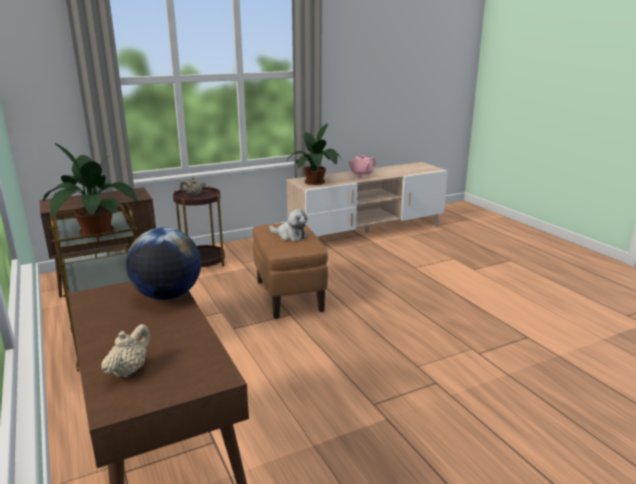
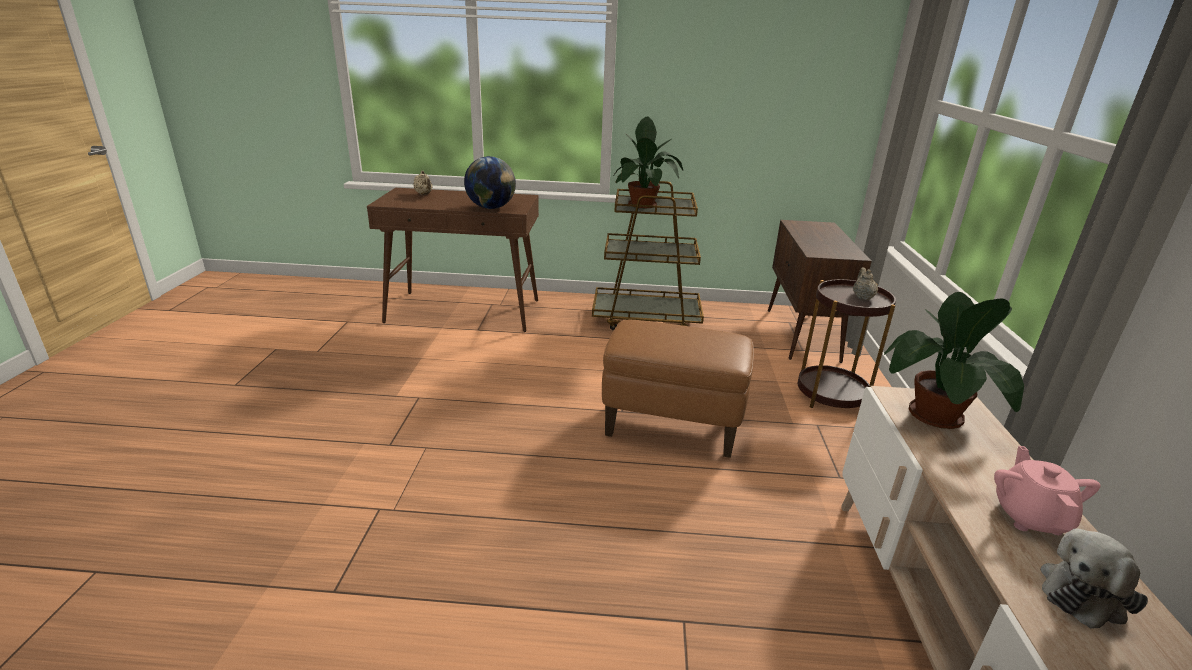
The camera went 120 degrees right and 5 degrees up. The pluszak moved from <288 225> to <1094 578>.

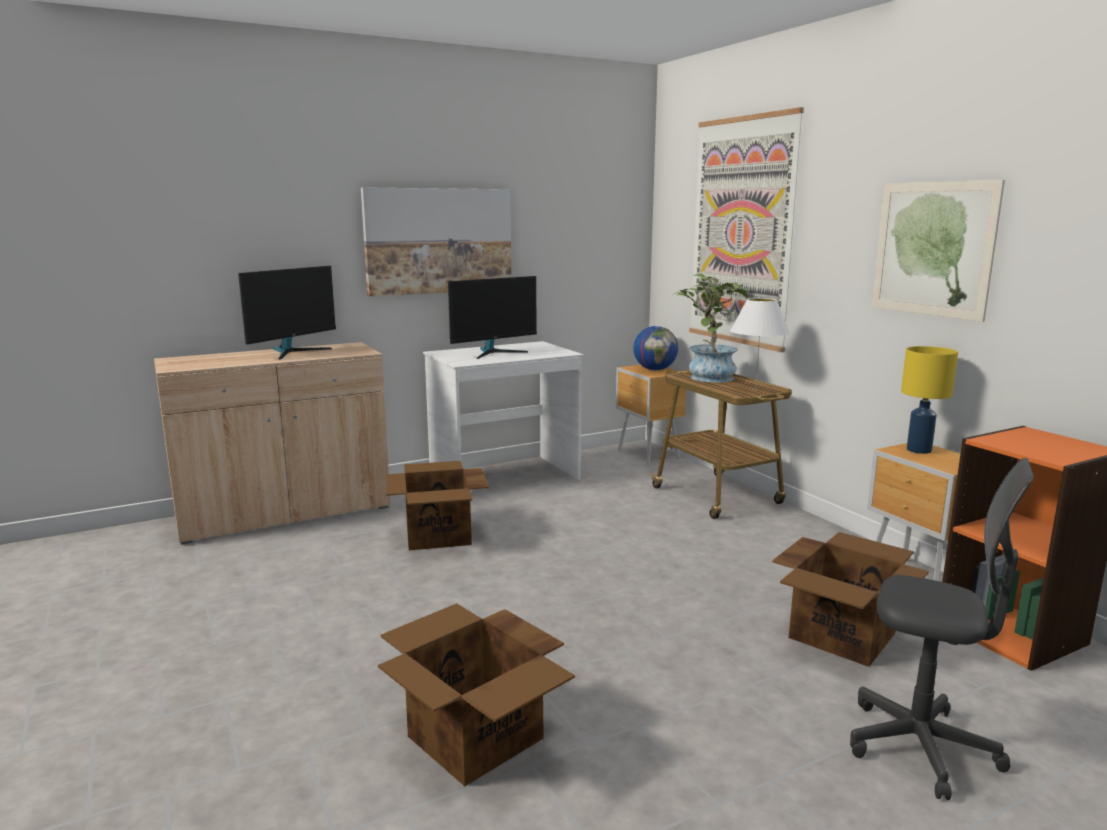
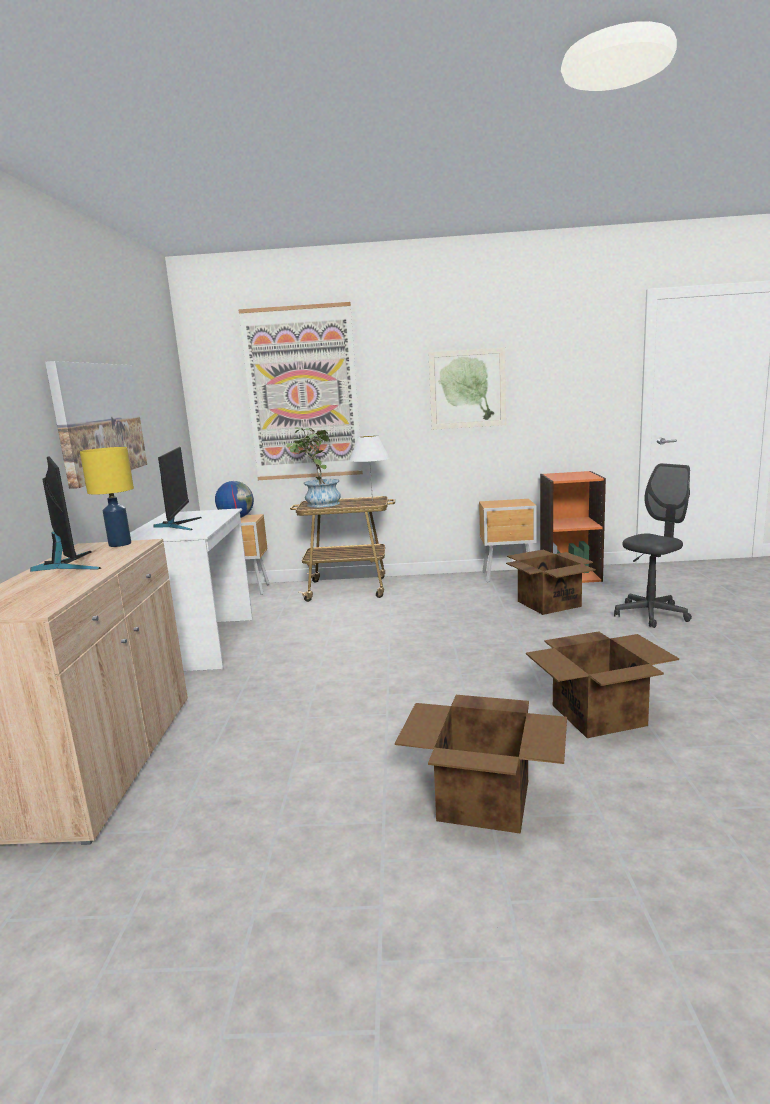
The camera went 60 degrees left and 0 degrees up. The lampa stołowa (żółty) moved from <929 400> to <107 497>. The karton moved from <437 505> to <481 764>.

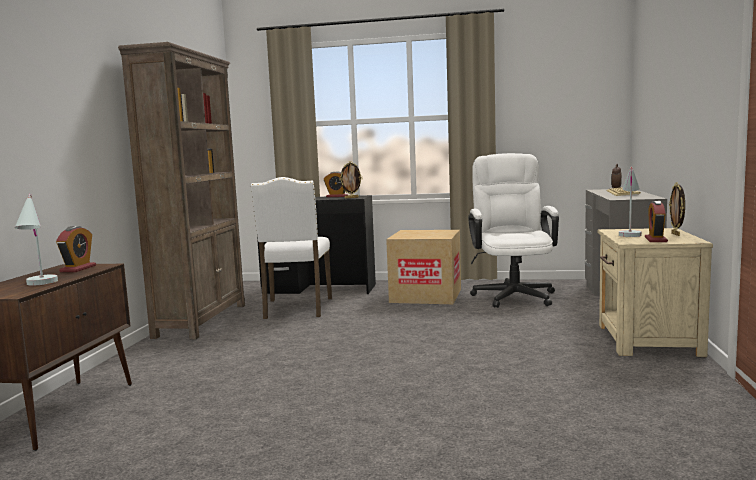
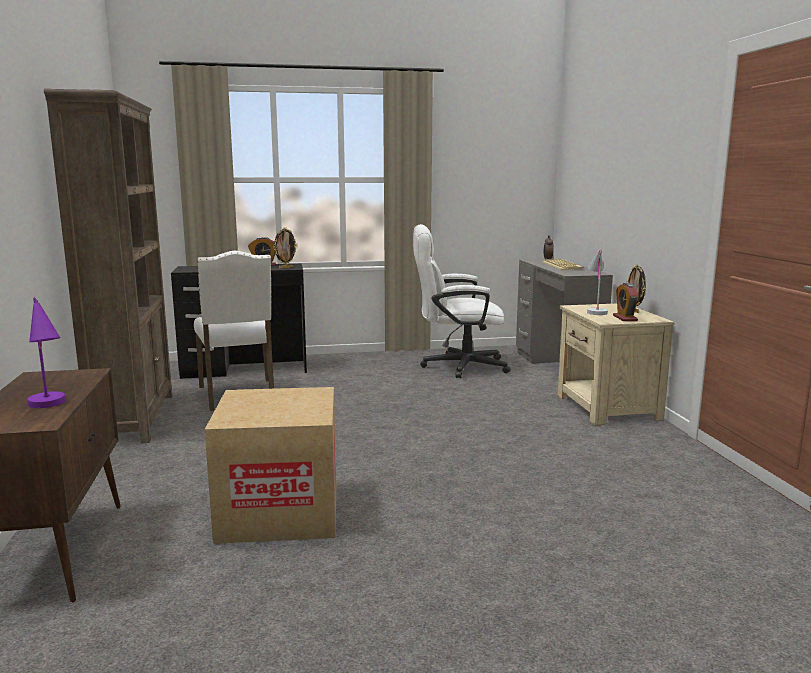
The camera went 20 degrees left and 5 degrees up. The lampa stołowa (biały) at <36 239> became the lampa stołowa (fioletowy) at <46 352>. The karton moved from <423 267> to <270 465>. The krzesło biurowe (biały) at <513 230> turned 75 degrees counterclockwise. The budzik at <76 249> disappeared.

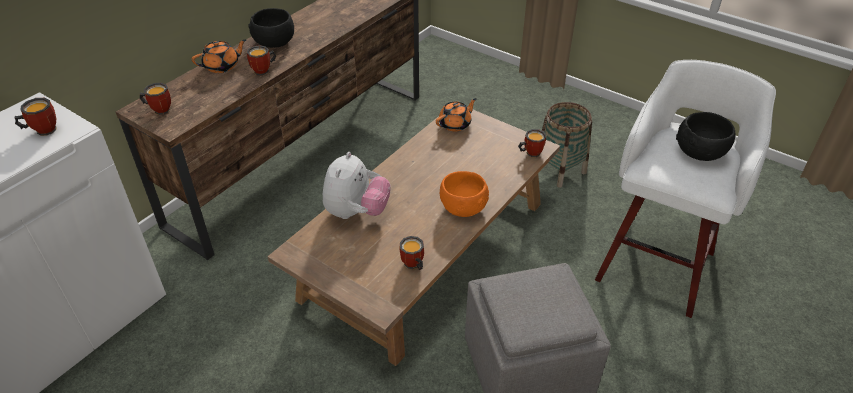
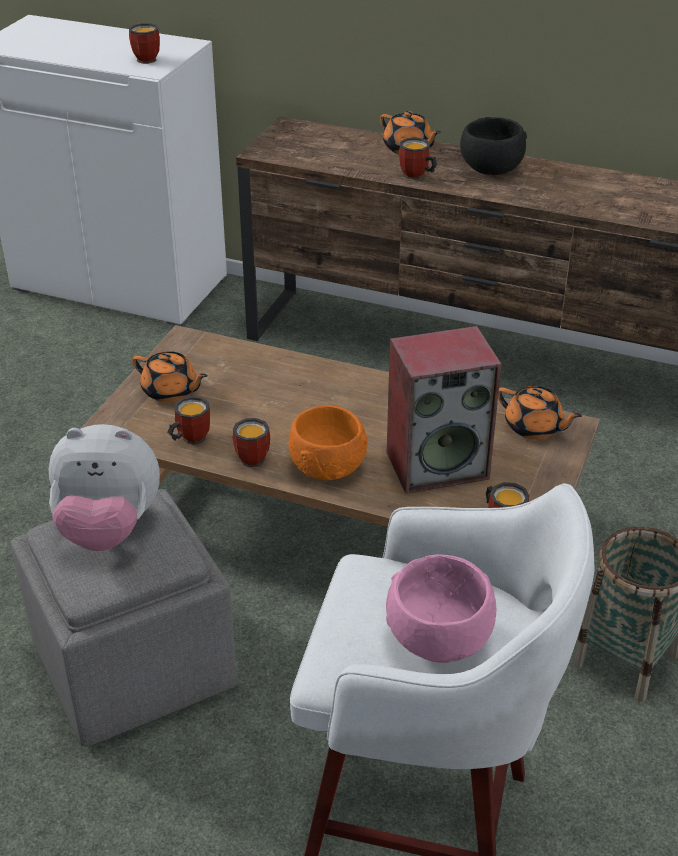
The camera went 75 degrees right and 5 degrees down. The pluszak moved from <357 185> to <104 487>. The imbryk (pomarańczowy) at <170 376> appeared. The kubek moved from <155 99> to <251 442>. The miska (czarny) at <705 136> became the miska (różowy) at <441 608>. The głośnik at <444 410> appeared.

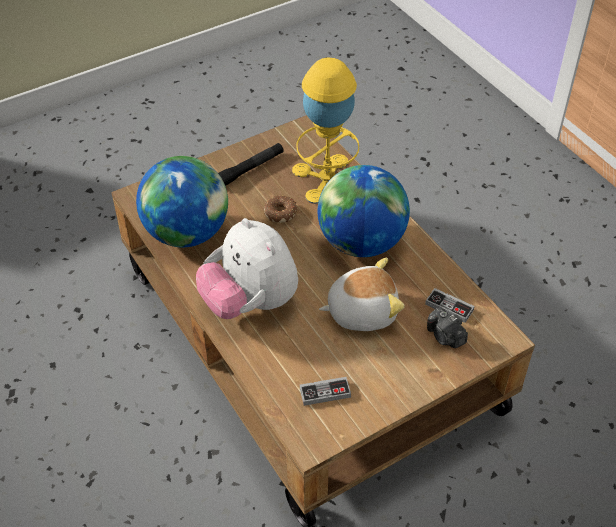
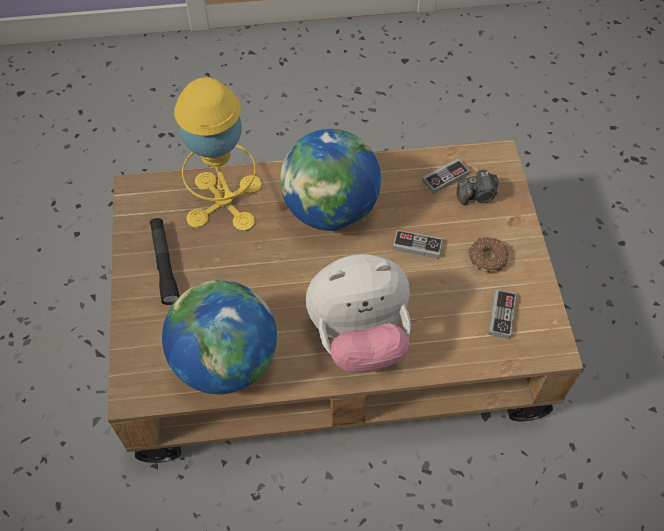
The camera went 65 degrees left and 10 degrees up. The pluszak at <362 294> was replaced by the pad do gier at <418 244>. The donut moved from <280 209> to <488 254>.

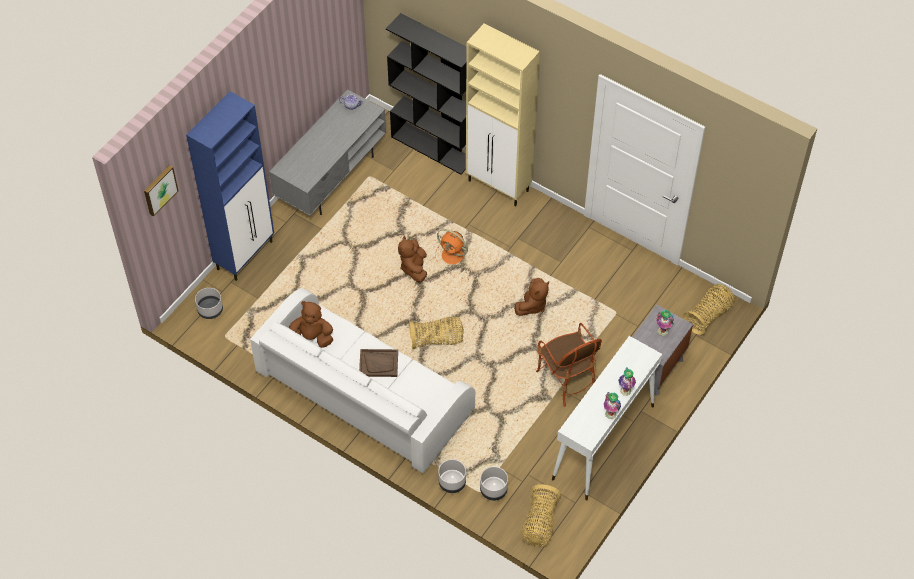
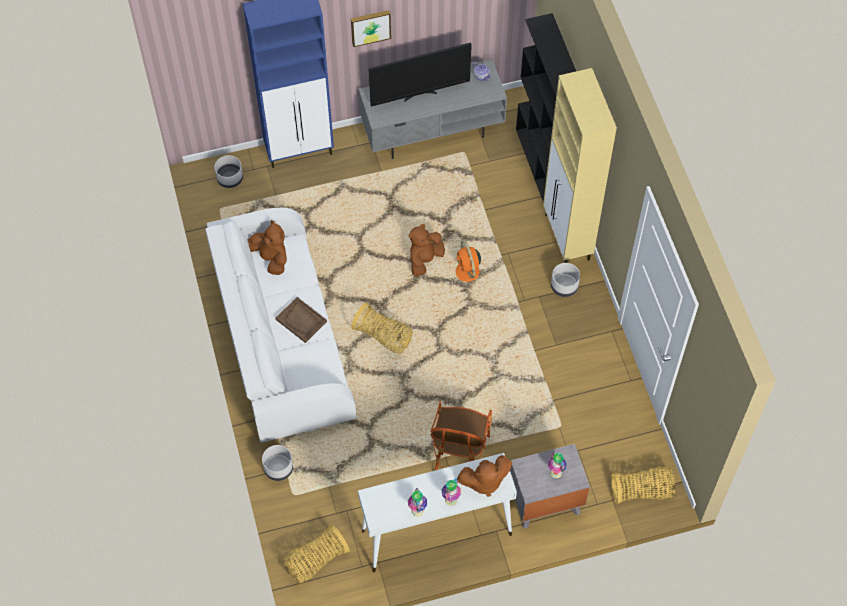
The camera went 40 degrees right and 5 degrees up. The obraz moved from <161 191> to <371 28>. The telewizor at <420 74> appeared. The pluszak (brązowy) moved from <531 297> to <484 476>. The donica (szary) moved from <494 483> to <565 280>.

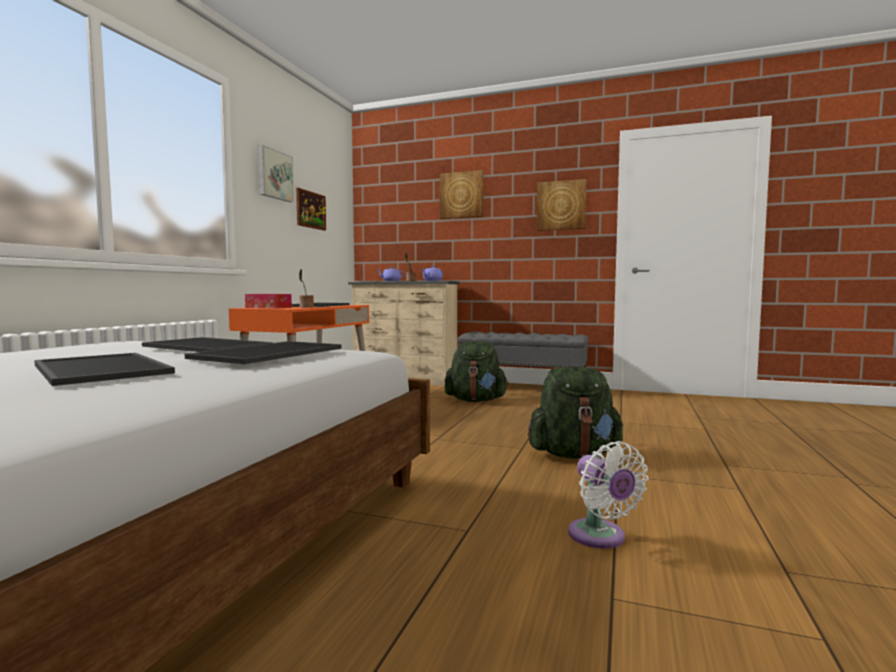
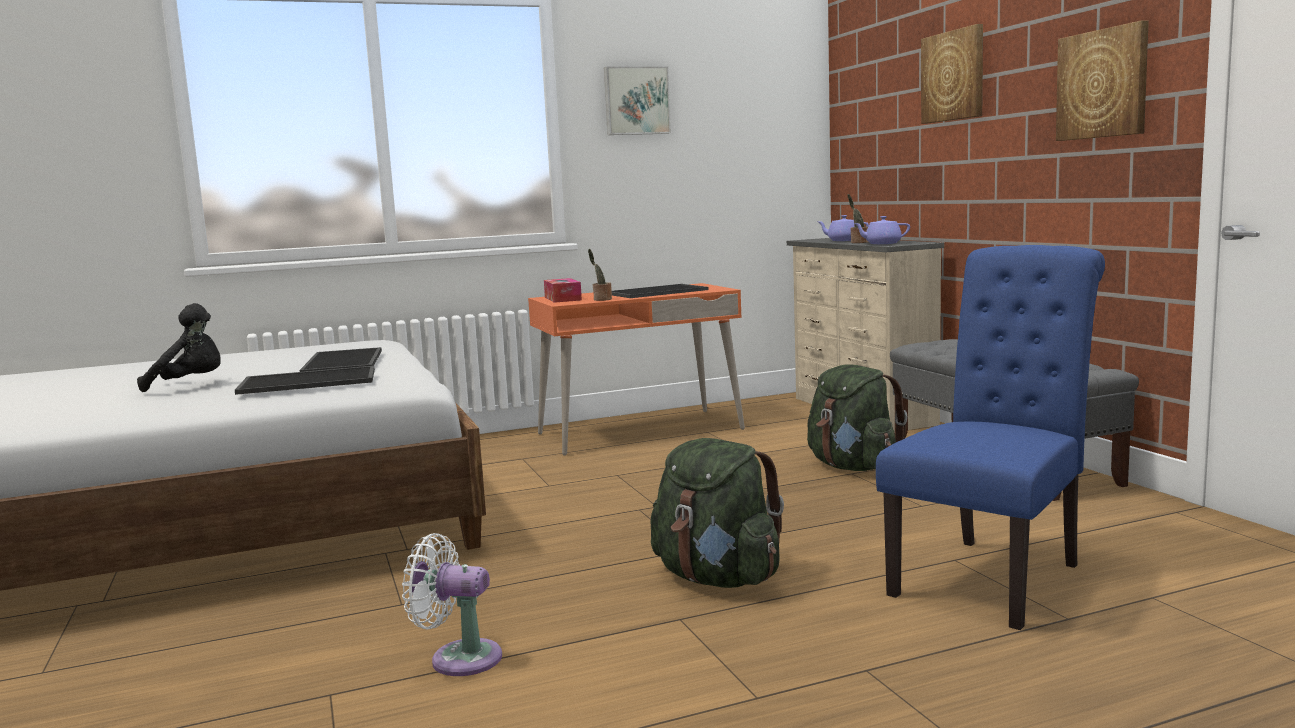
The camera went 50 degrees right and 5 degrees up. The taca at <104 369> was replaced by the pluszak (czarny) at <179 347>. The wentylator (biały) at <608 495> turned 75 degrees clockwise. The krzesło (niebieski) at <990 437> appeared. The obraz at <311 209> disappeared.

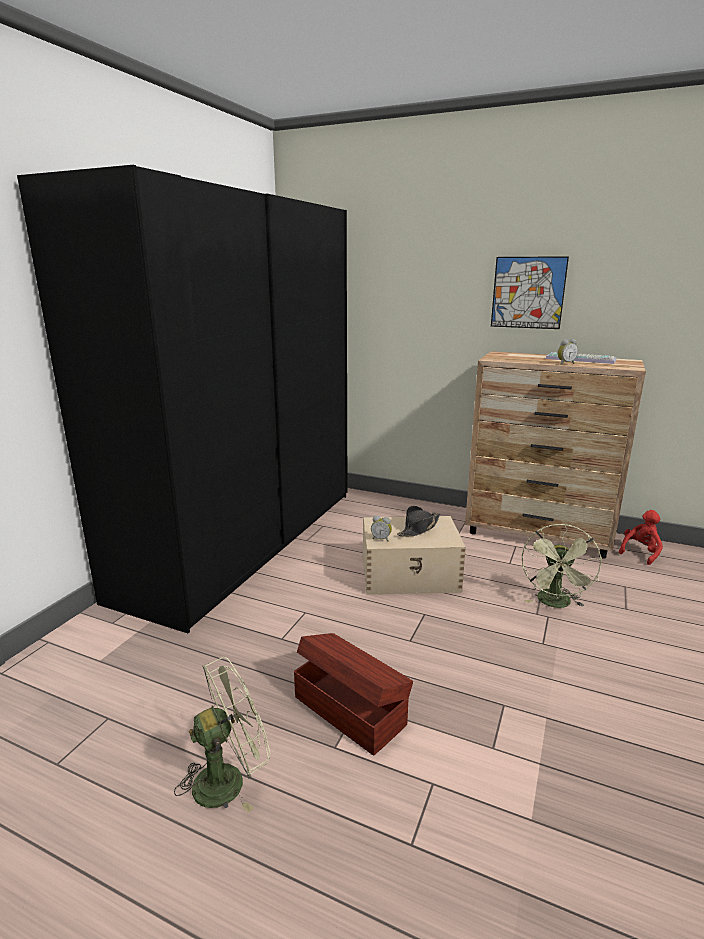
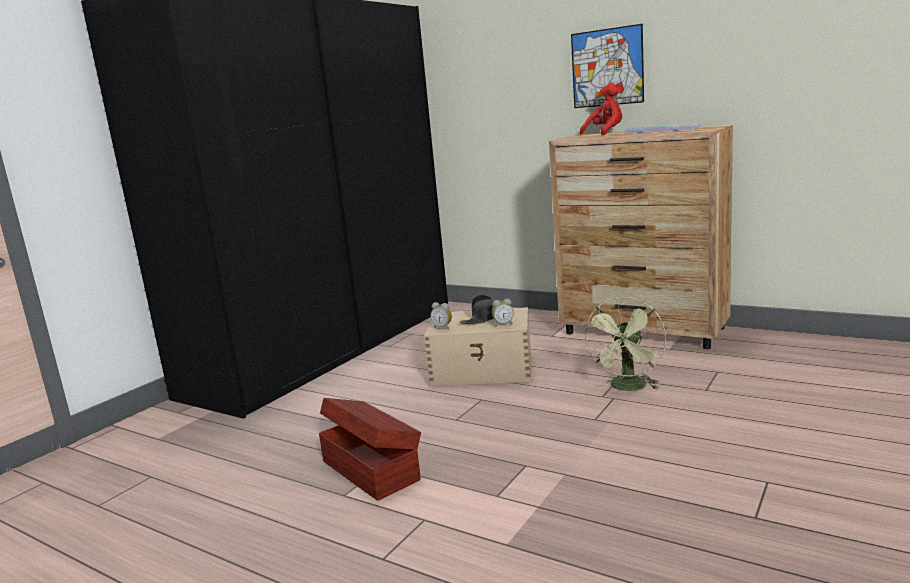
The camera went 10 degrees right and 5 degrees down. The budzik moved from <567 351> to <503 312>. The pluszak (czerwony) moved from <641 537> to <601 109>. The wentylator (zielony) at <222 735> disappeared.

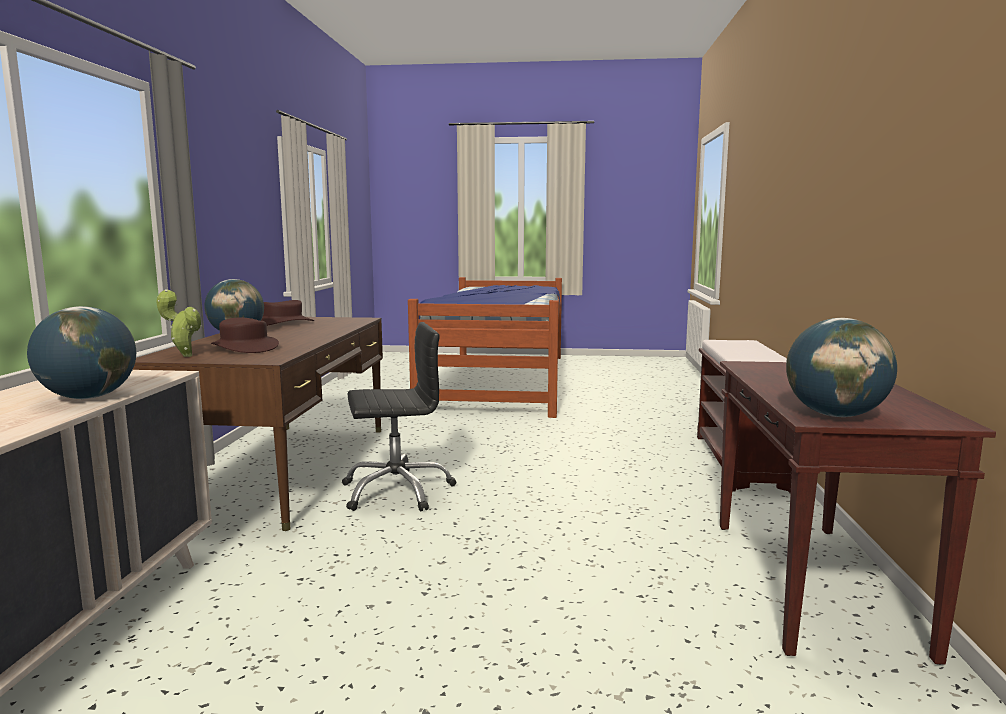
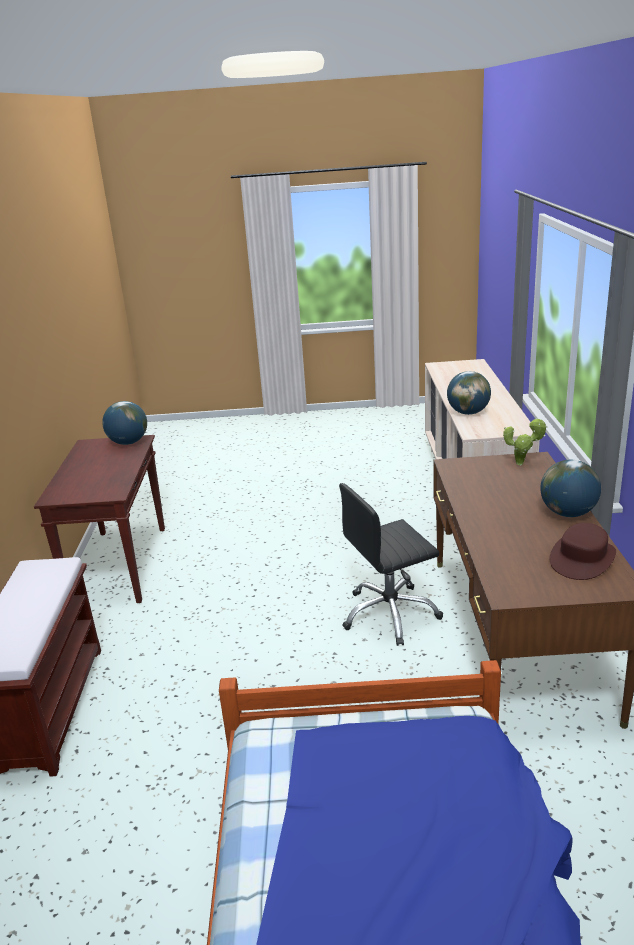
The camera went 175 degrees right and 15 degrees up. The kapelusz (brązowy) at <245 335> disappeared.

